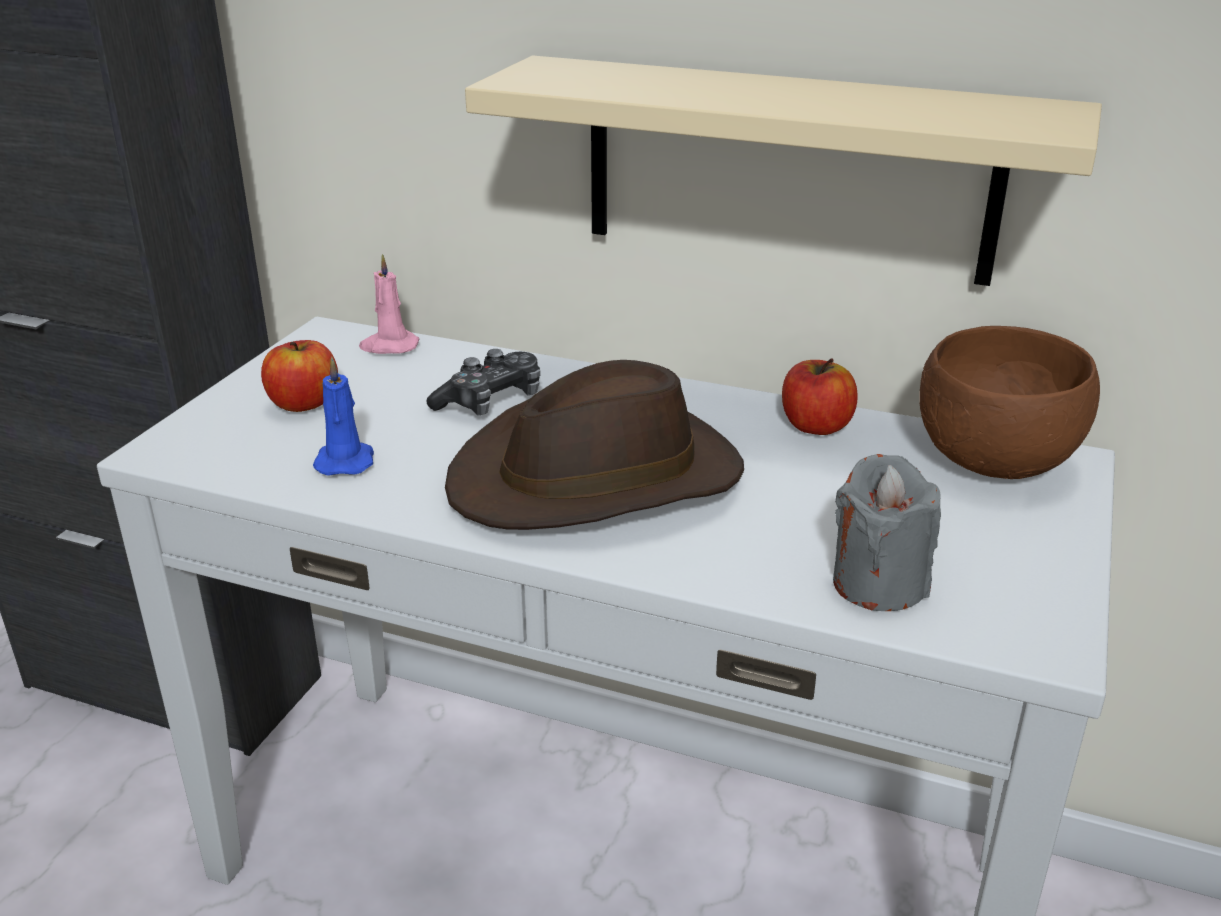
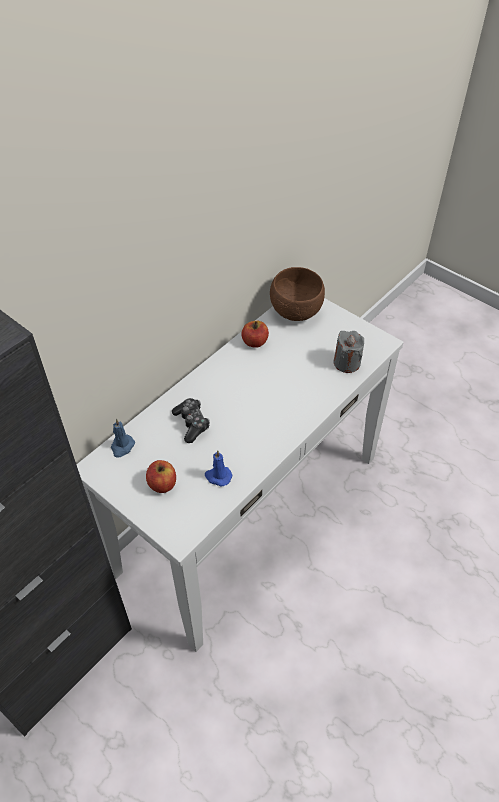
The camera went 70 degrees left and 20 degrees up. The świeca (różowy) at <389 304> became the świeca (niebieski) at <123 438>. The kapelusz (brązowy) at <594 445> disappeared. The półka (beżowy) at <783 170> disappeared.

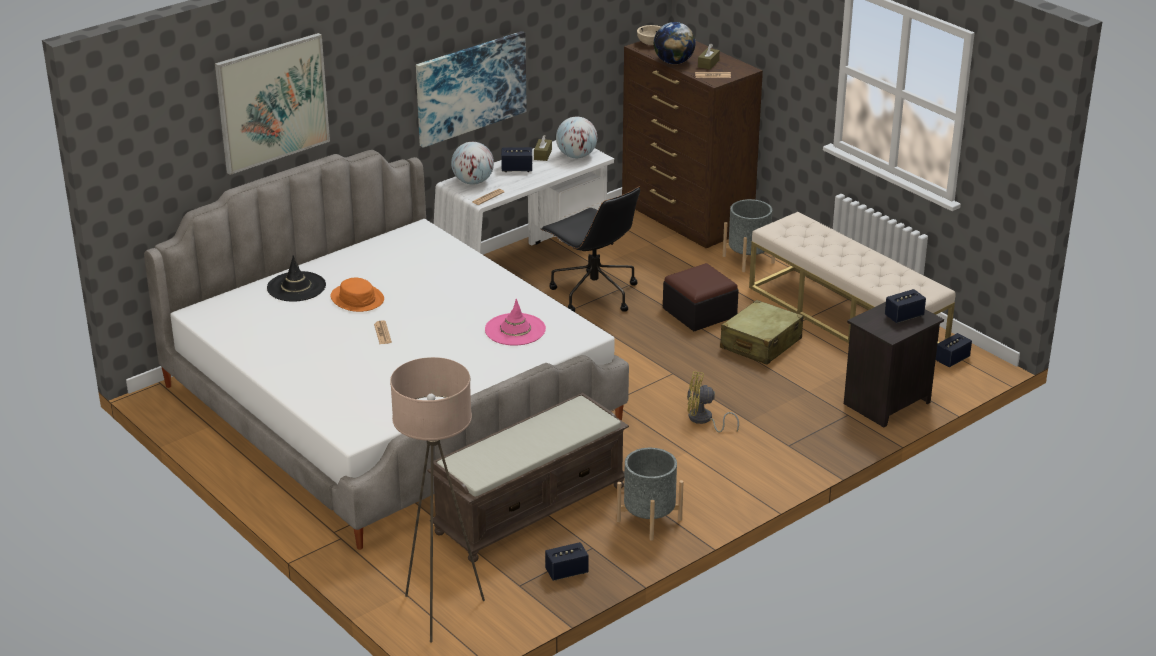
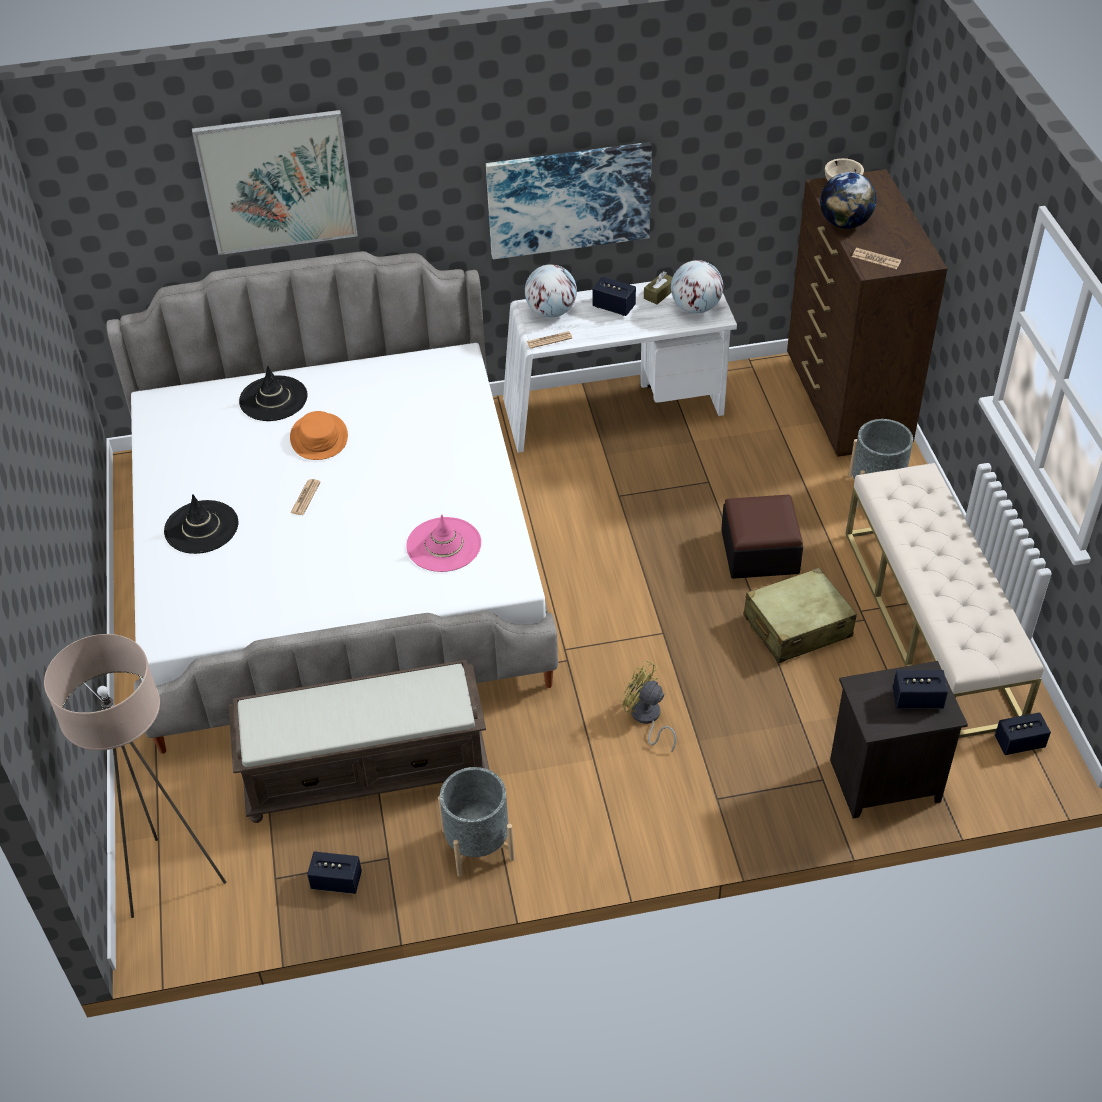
The camera went 30 degrees right and 15 degrees up. The kapelusz (czarny) at <201 524> appeared. The krzesło biurowe (czarny) at <590 249> disappeared. The pudełko chusteczek (brązowy) at <709 57> disappeared.

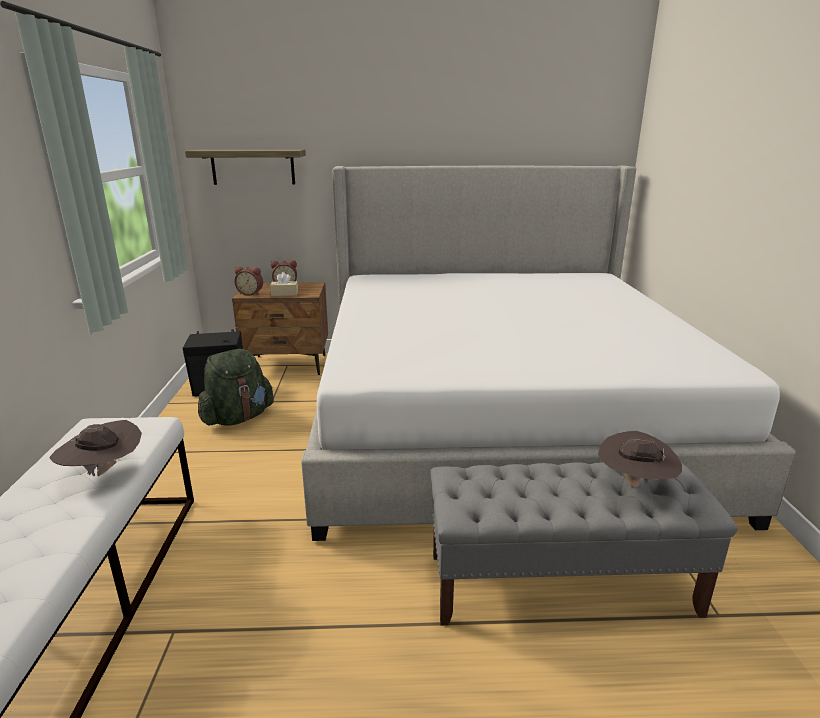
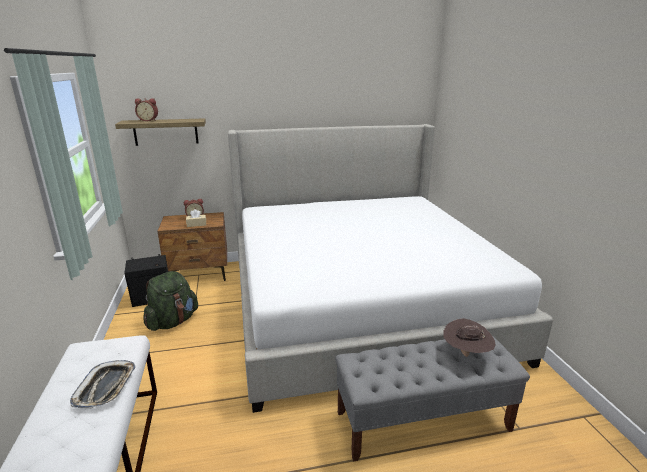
The camera went 10 degrees left and 0 degrees up. The kapelusz (brązowy) at <95 448> was replaced by the taca at <103 384>. The budzik moved from <248 281> to <146 109>.

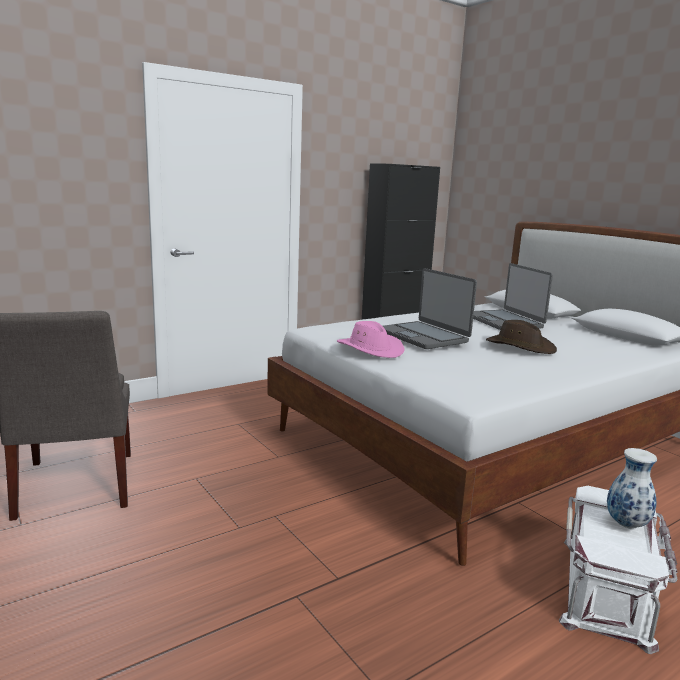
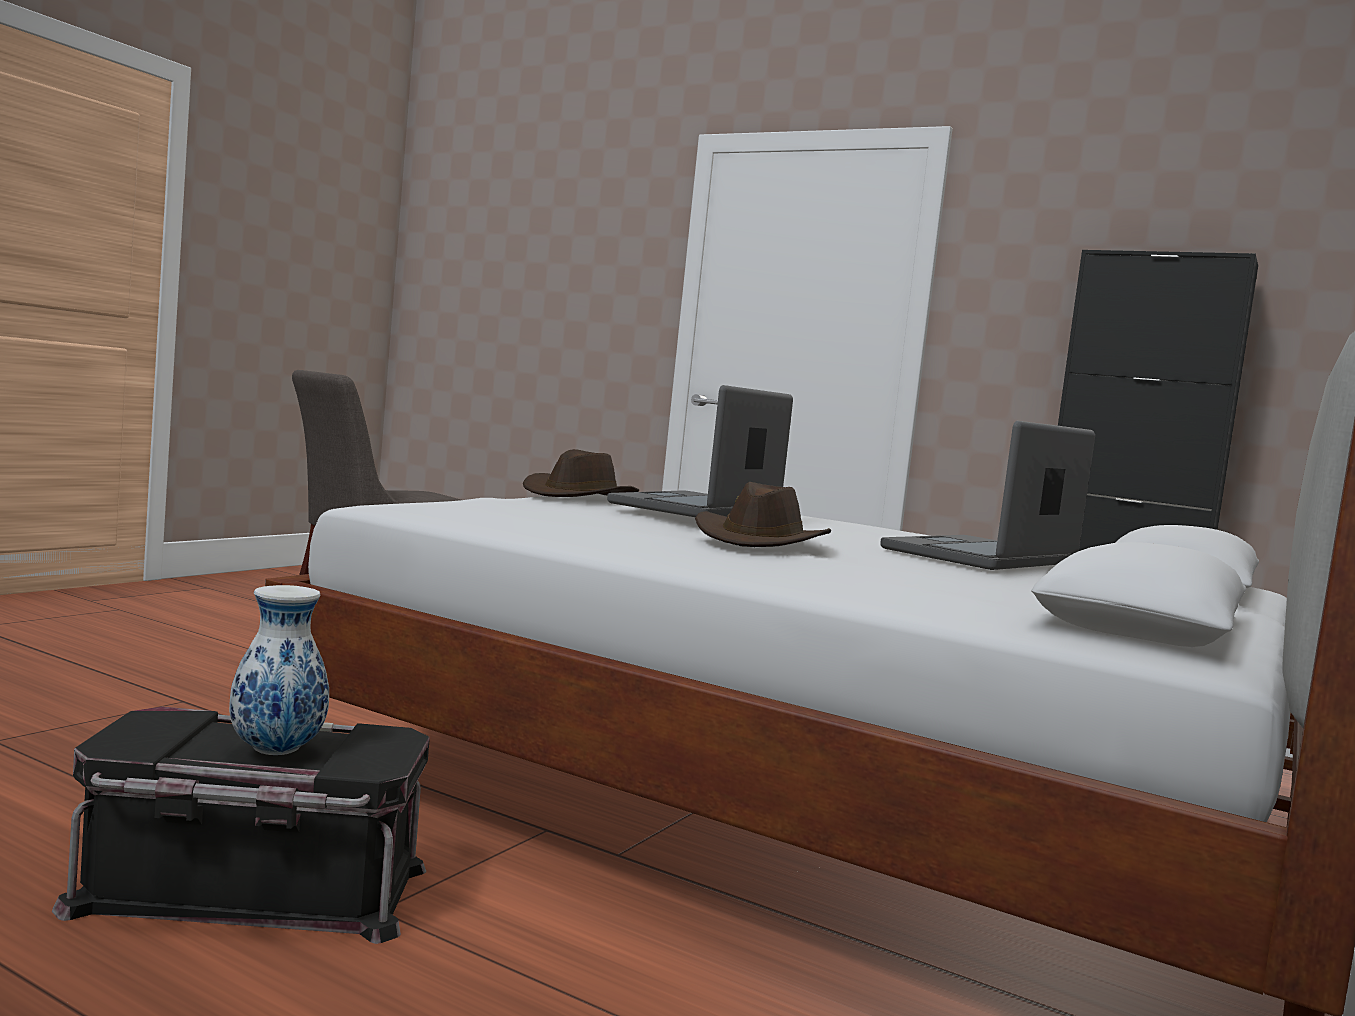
The camera went 65 degrees right and 10 degrees down. The pojemnik do przechowywania (biały) at <618 570> became the pojemnik do przechowywania (czarny) at <241 825>. The kapelusz (różowy) at <370 339> became the kapelusz (brązowy) at <581 473>.

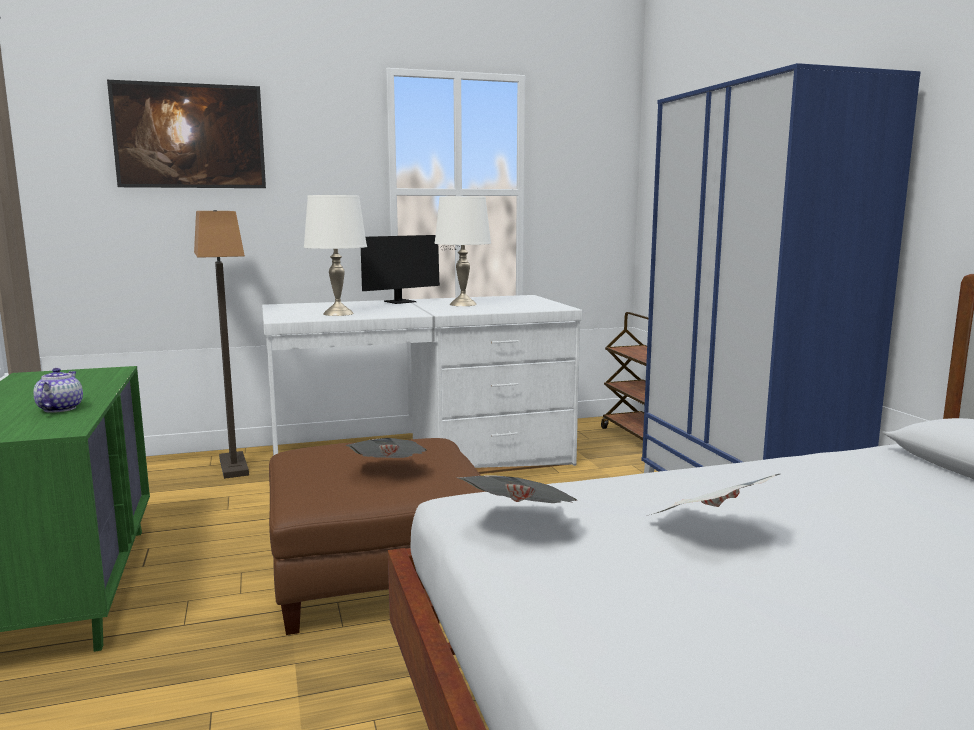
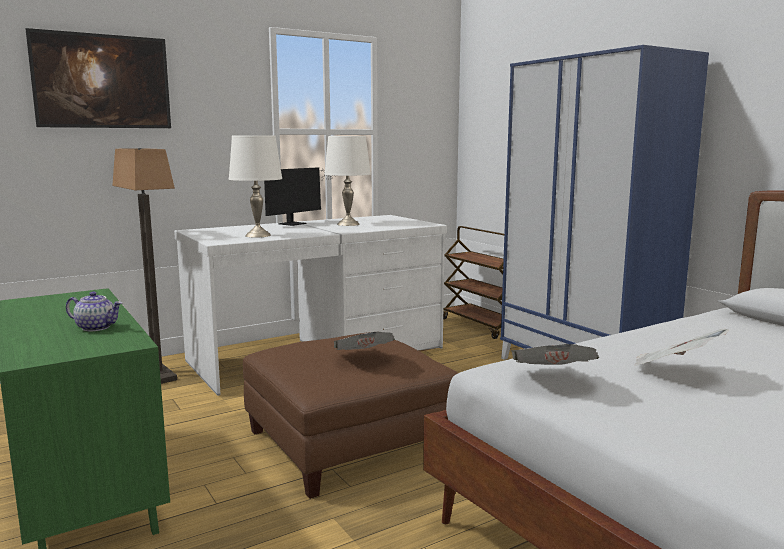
The camera went 15 degrees left and 0 degrees up. The imbryk at <58 390> turned 120 degrees clockwise.

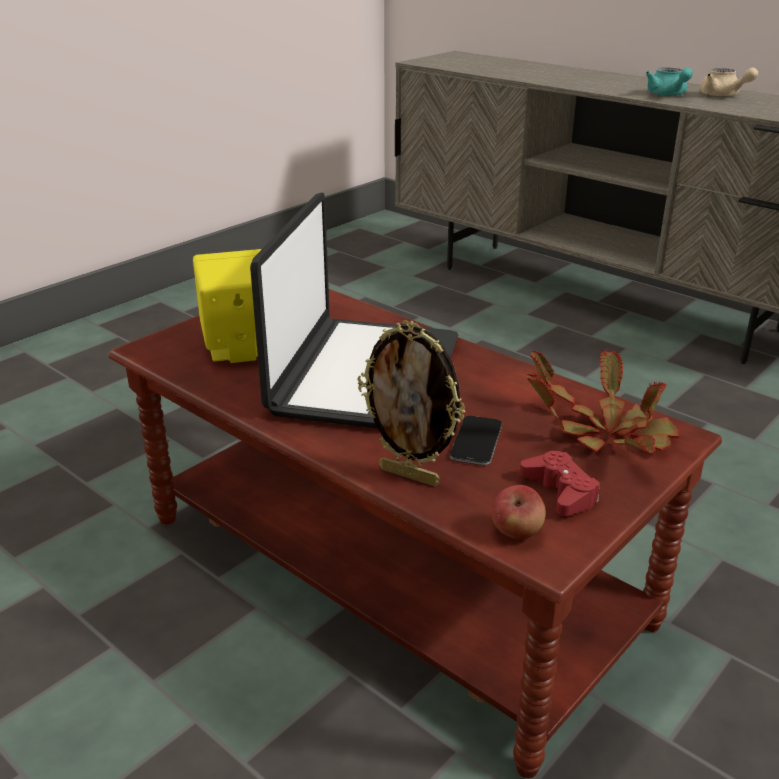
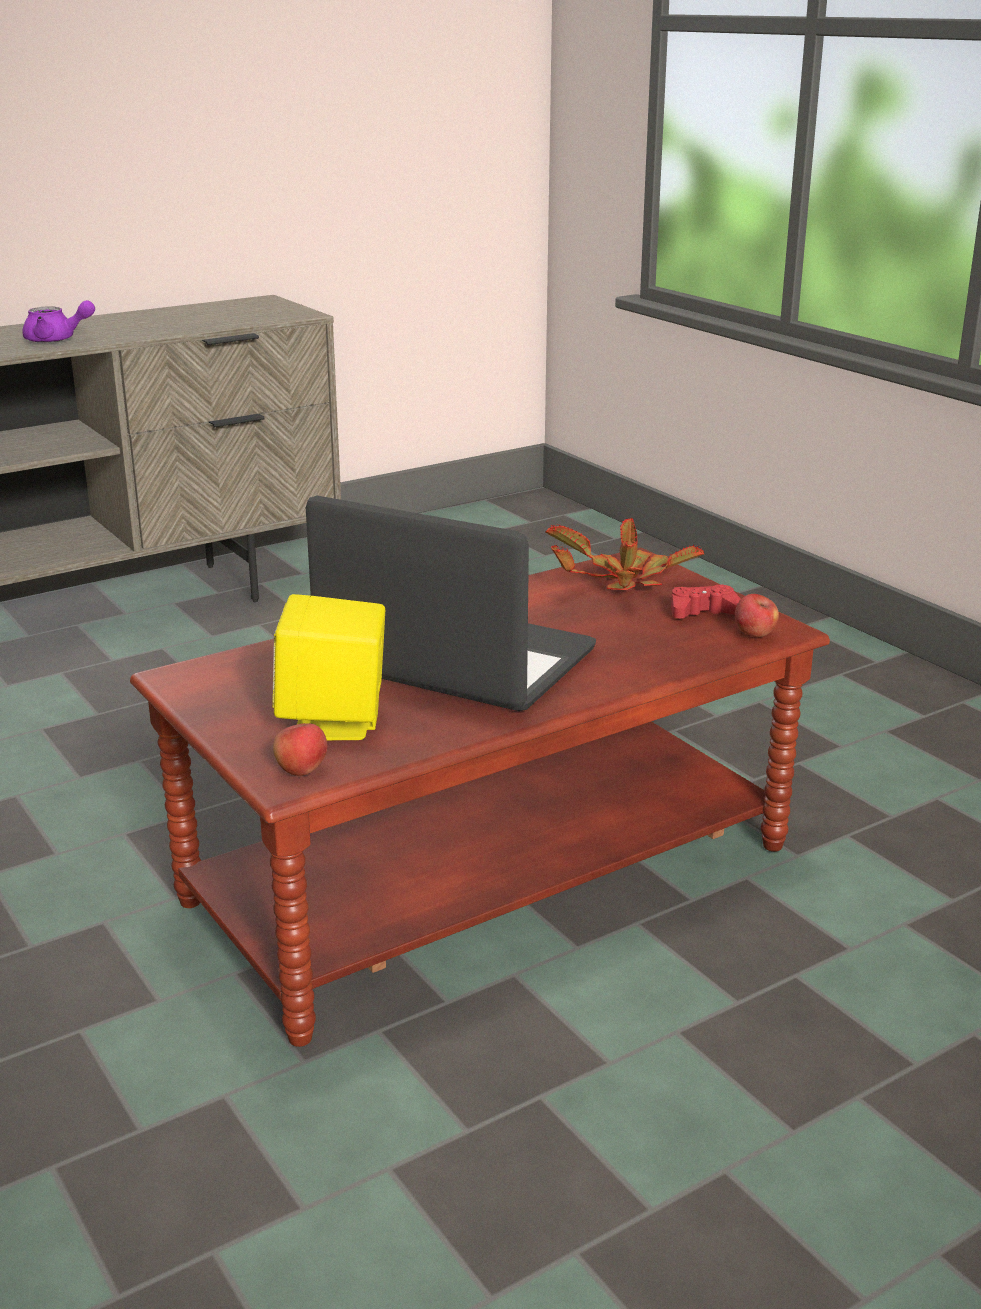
The camera went 75 degrees left and 5 degrees down. The imbryk (turkusowy) at <669 82> became the imbryk (fioletowy) at <58 321>. The jabłko at <300 749> appeared. The ramka na zdjęcie at <412 403> disappeared. The telefon at <476 440> disappeared. The imbryk (beżowy) at <728 82> disappeared.

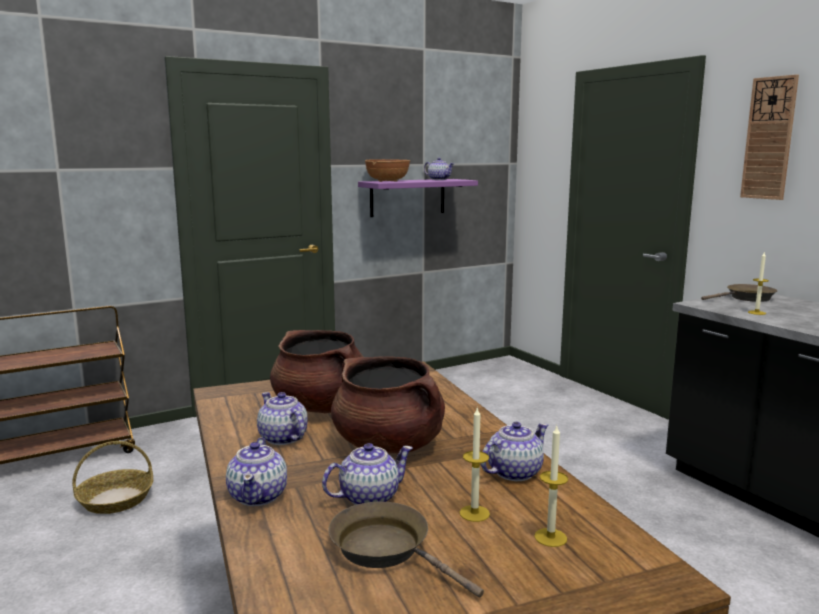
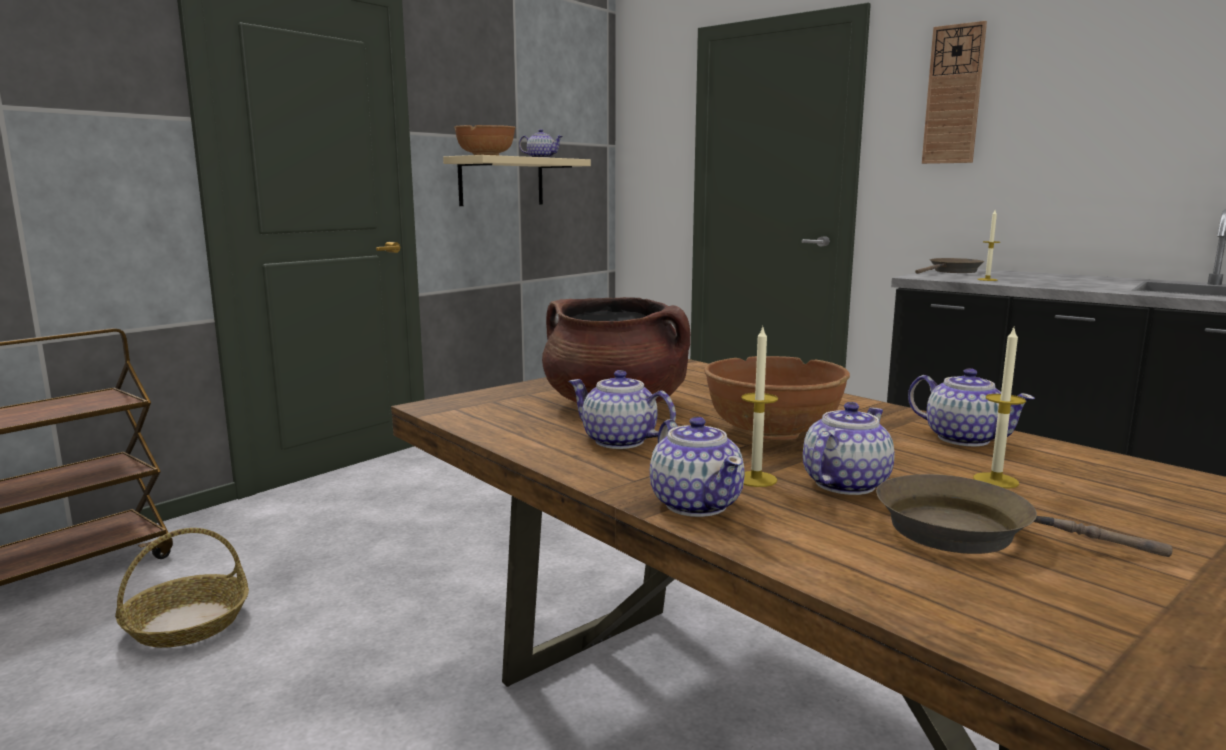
The camera went 20 degrees left and 0 degrees up. The półka (fioletowy) at <418 198> became the półka (beżowy) at <517 180>. The garnek (brązowy) at <388 405> was replaced by the miska (brązowy) at <777 398>. The świeca moved from <551 486> to <759 406>. The imbryk at <514 451> turned 105 degrees clockwise.

